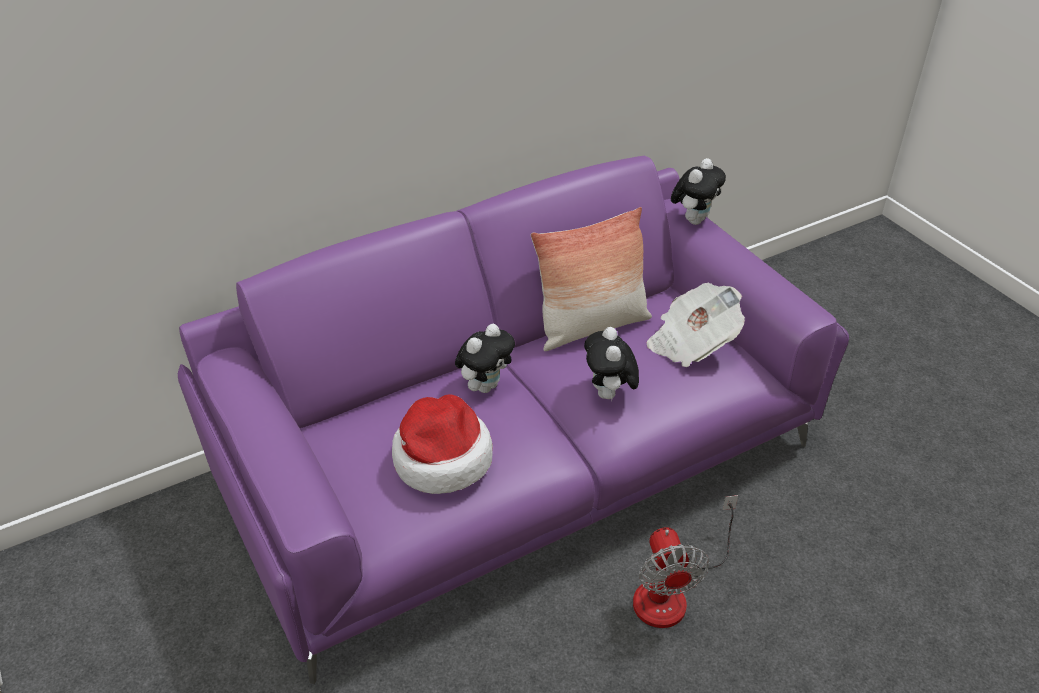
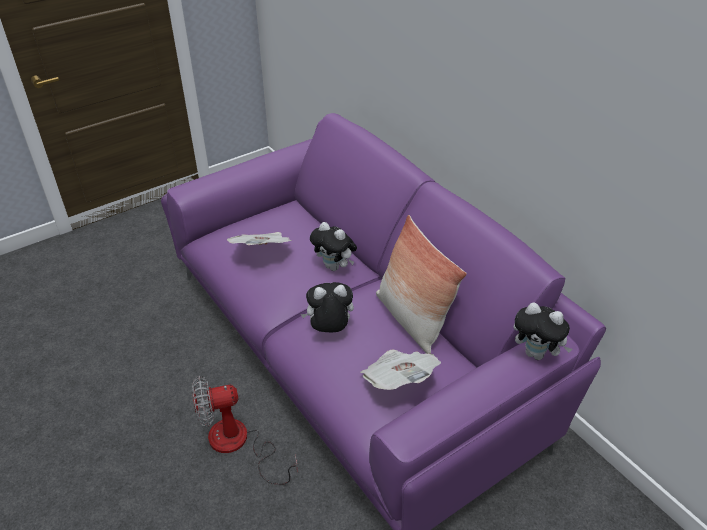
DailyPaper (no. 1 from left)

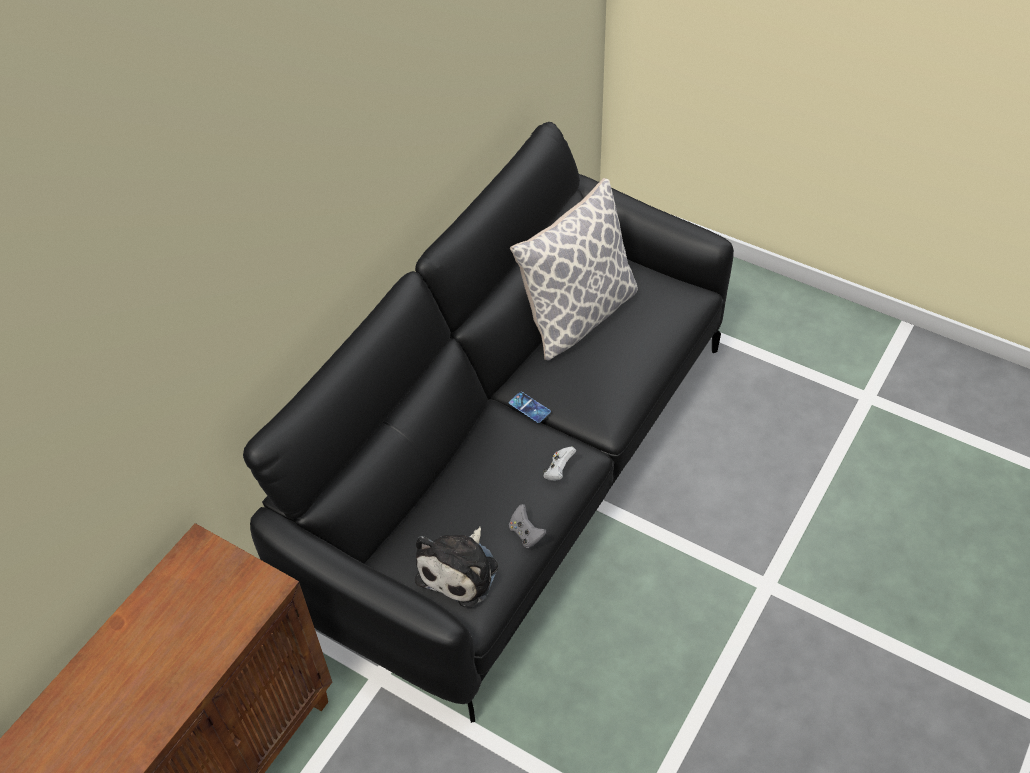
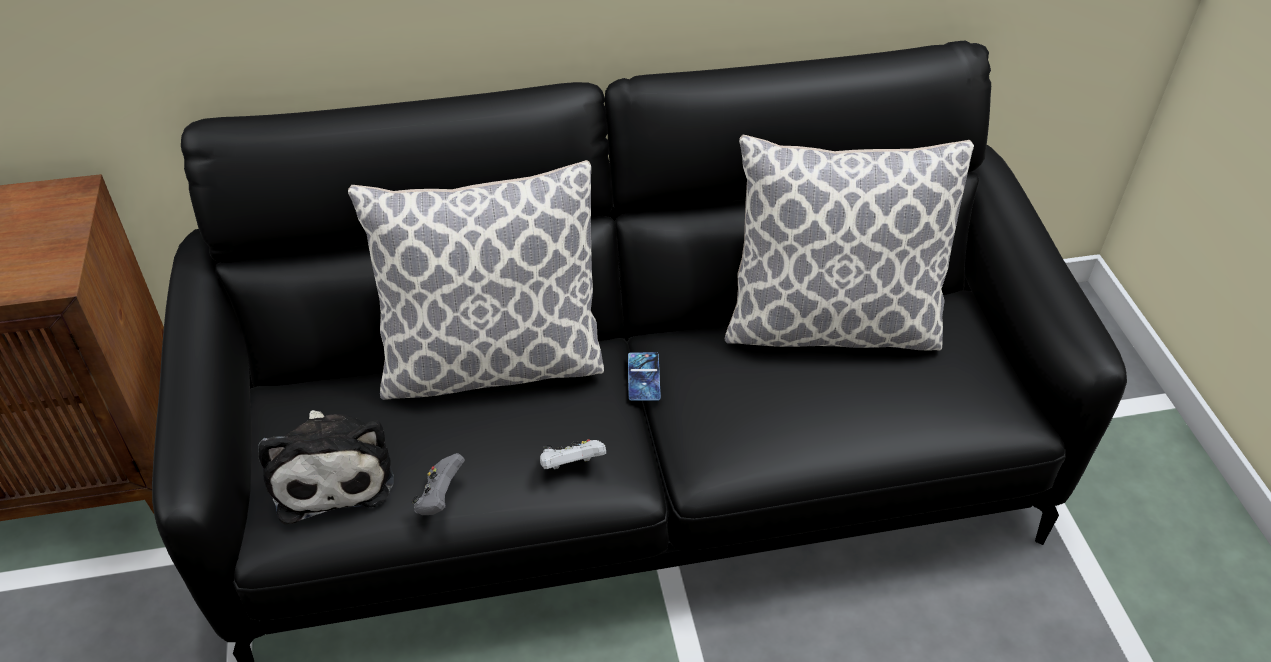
Cushion (no. 1 from left); SoftToy

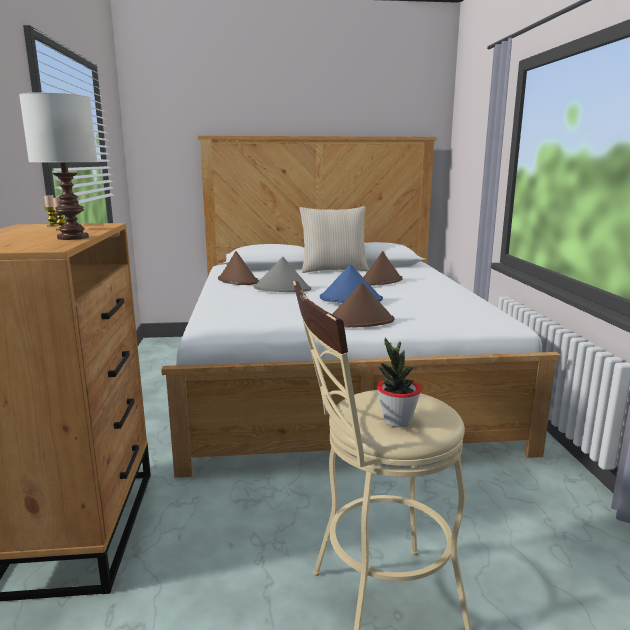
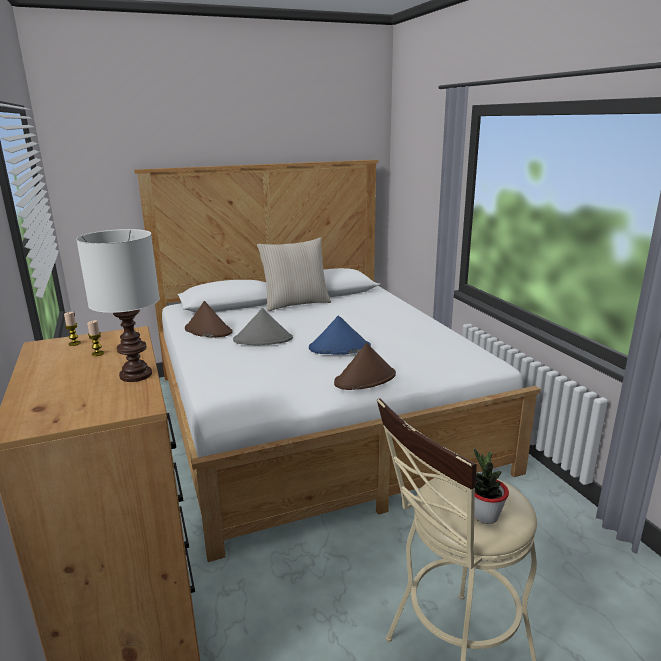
BrownishWearableHat (no. 3 from left in the first image)

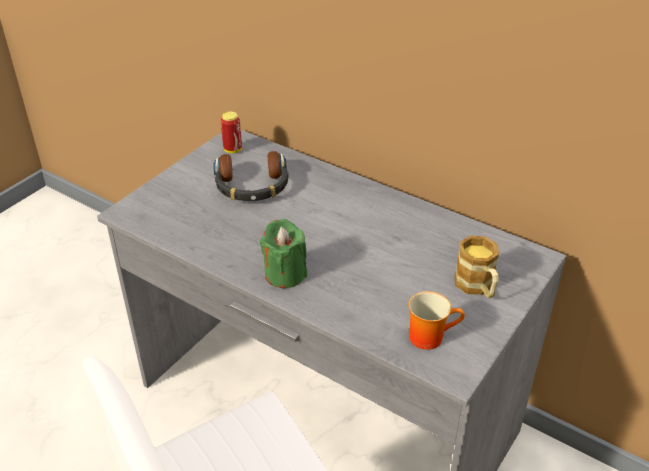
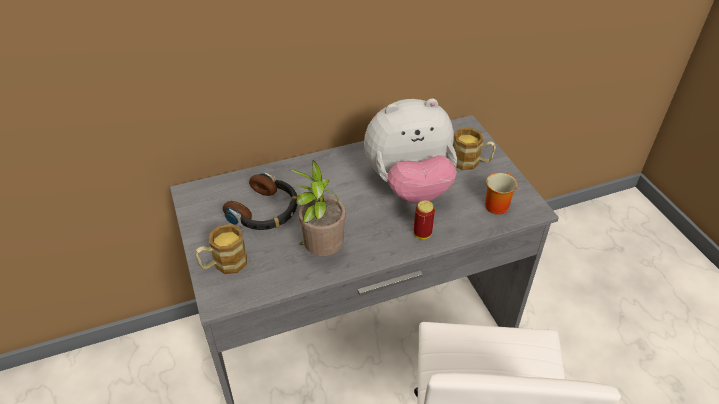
GreenWaxCandle; Mug (no. 1 from left); Houseplant; SoftToy; SealedCan

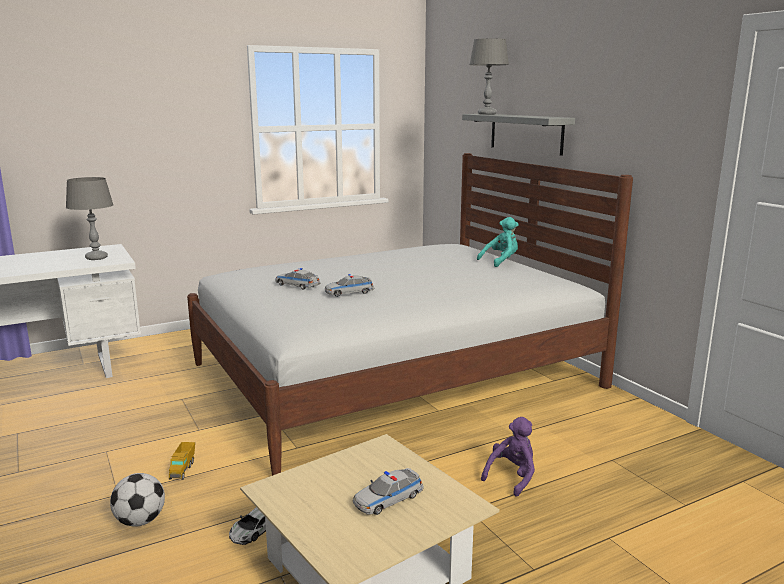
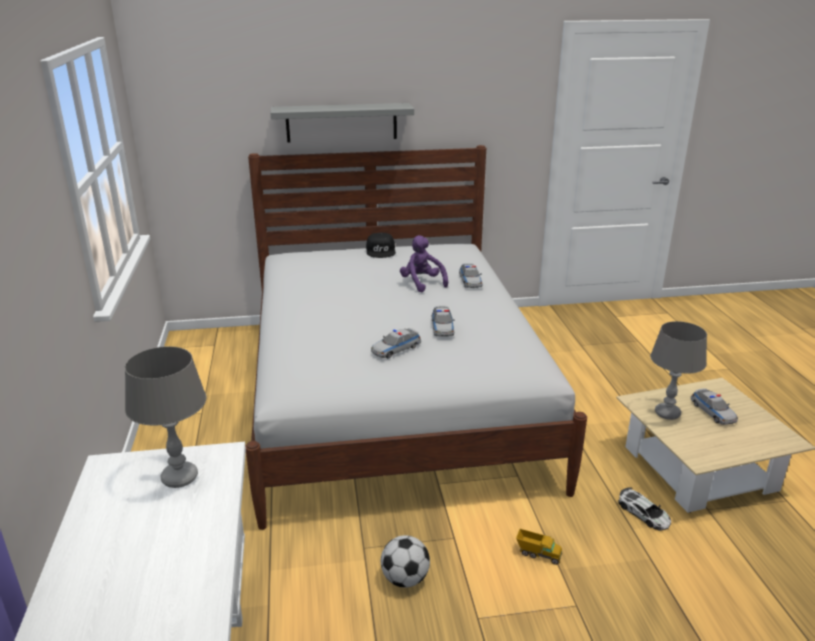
ModelCar (no. 3 from left); Football; GreyishLampForATable (no. 2 from left); PurplishSoftToy; BlackColouredPeakedCap

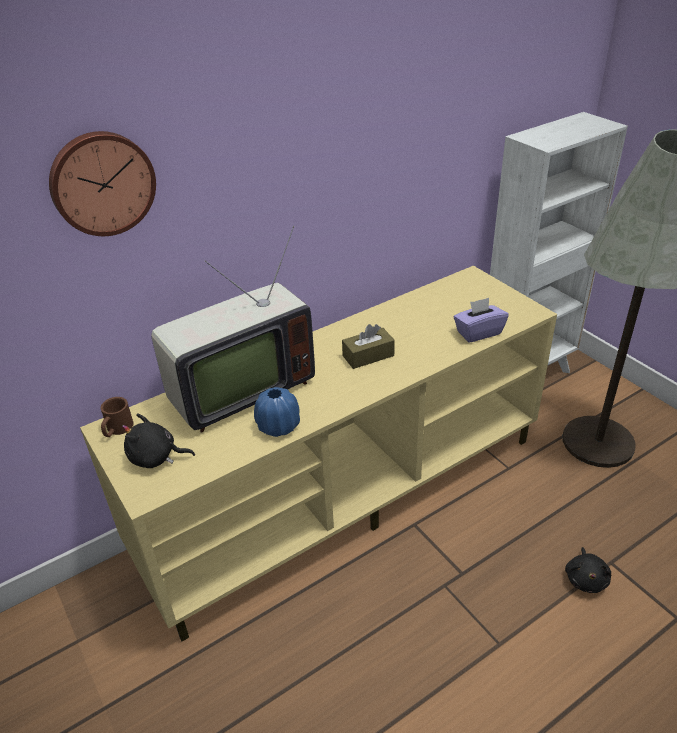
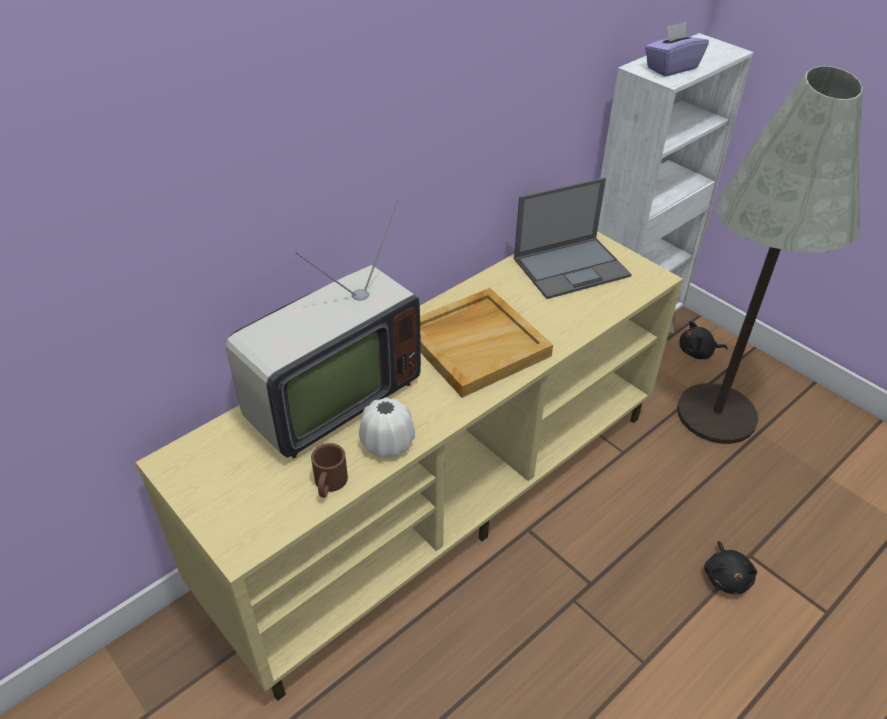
ClockOnTheWall; PortableComputer; BrownishMug; BlackColouredSoftToy (no. 1 from left); PurplishTissueHolder; SandColouredTray; WhiteDecorativeVase

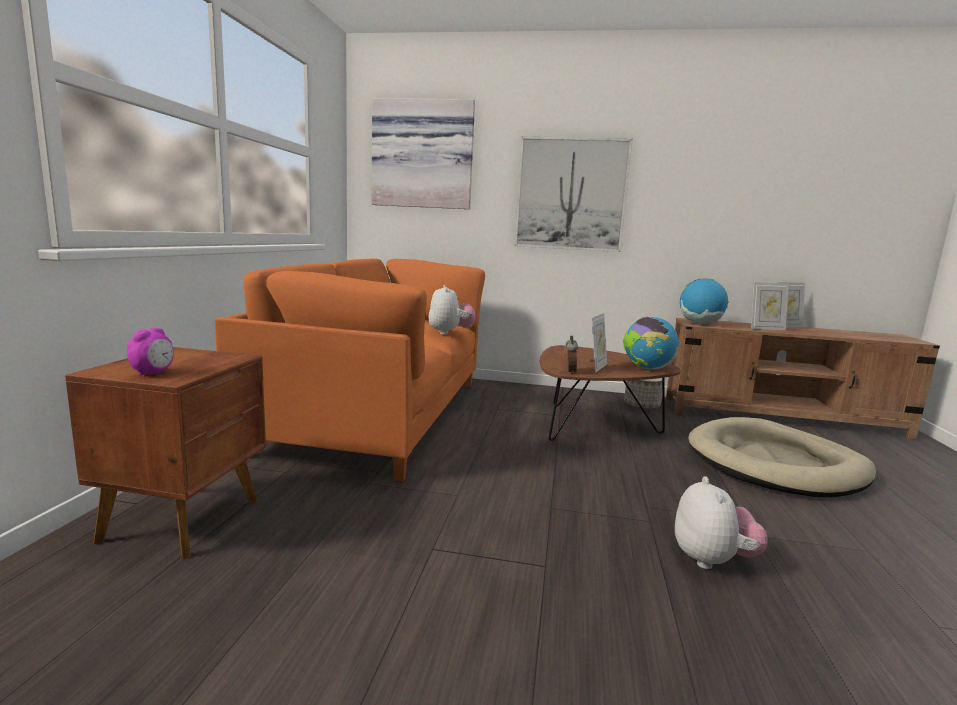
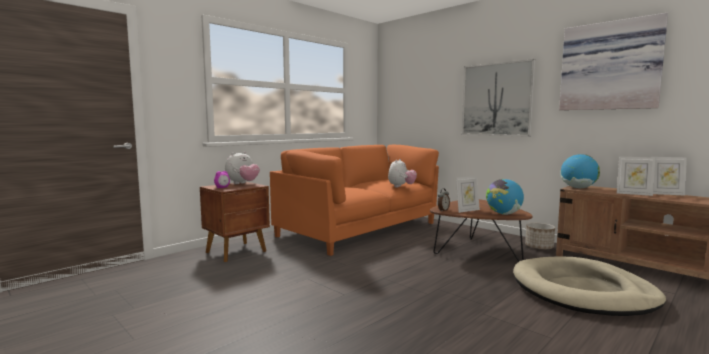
Picture (no. 2 from left); SoftToy (no. 1 from left)

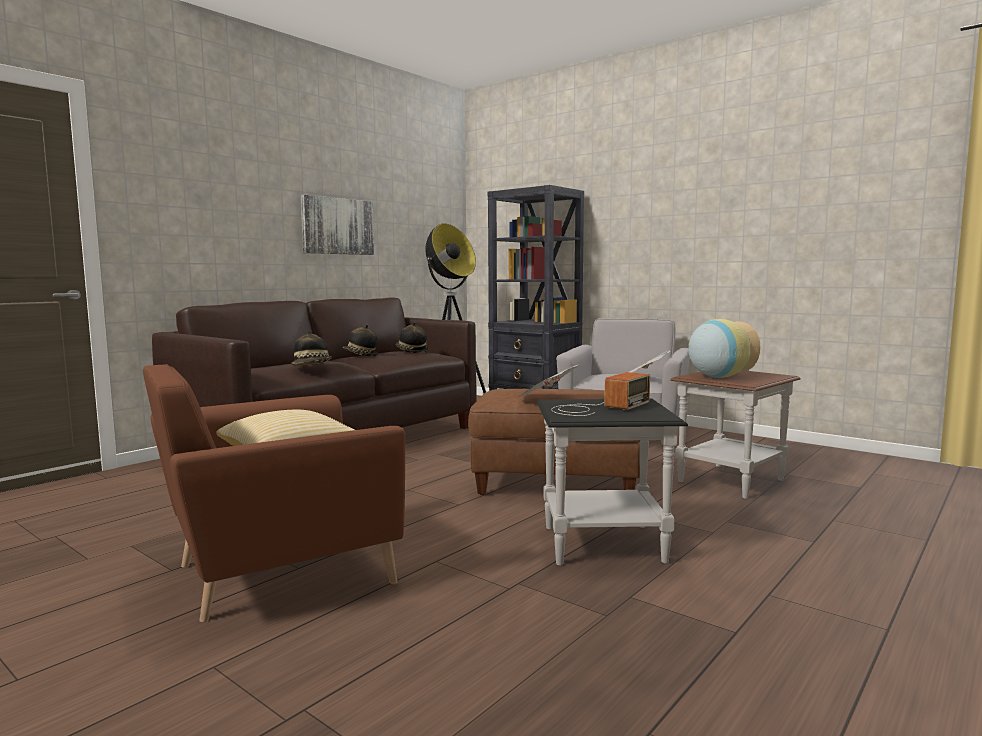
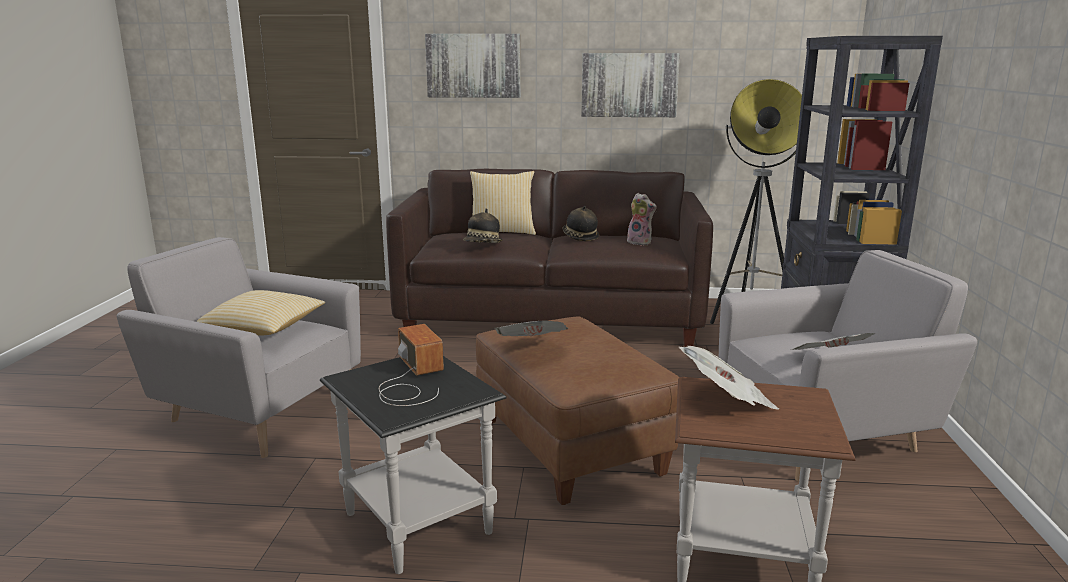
Picture (no. 1 from left); Cushion (no. 2 from left); SoftToy; DailyPaper (no. 2 from left); GreyishLoungeChair (no. 1 from left); RadioSet

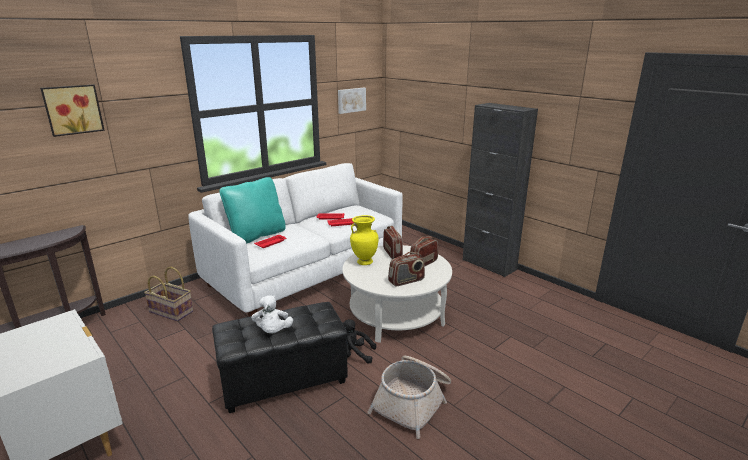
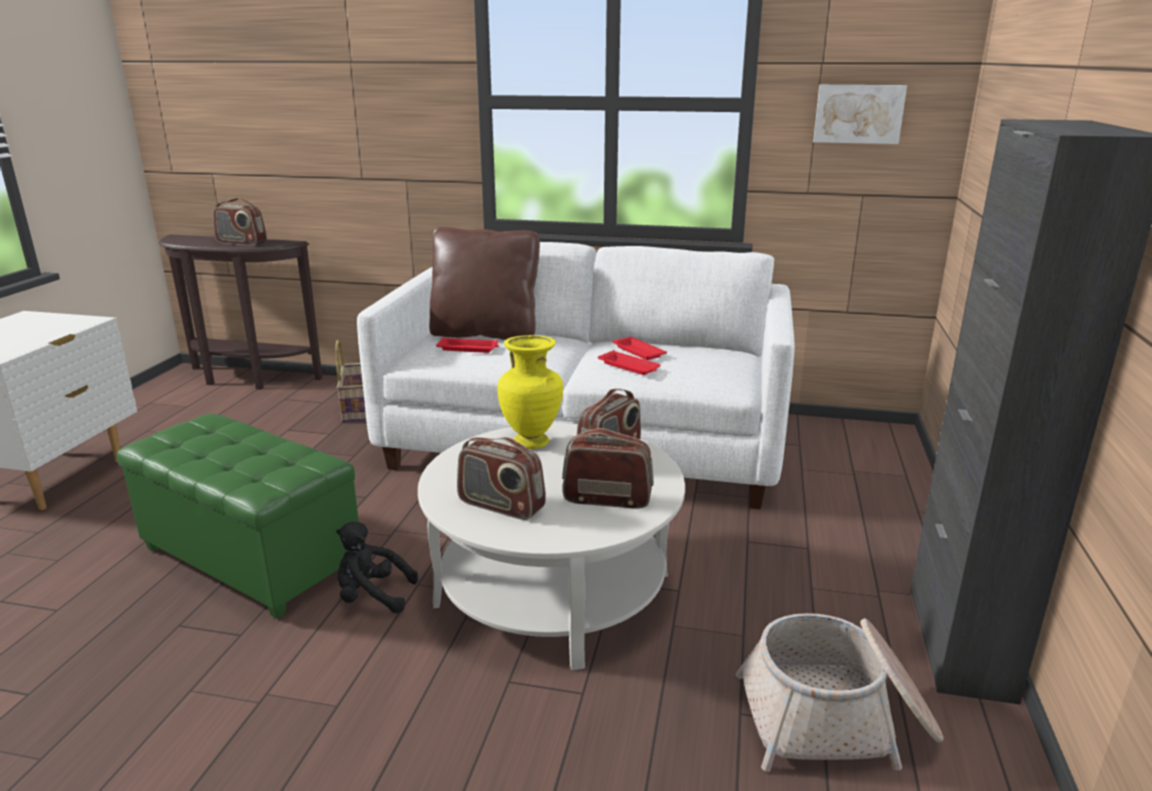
Picture (no. 1 from left in the first image); WhiteSoftToy; RadioSet (no. 1 from left); StorageBasket (no. 2 from left); GreenFootrest; BrownishCushion; BlackColouredSoftToy

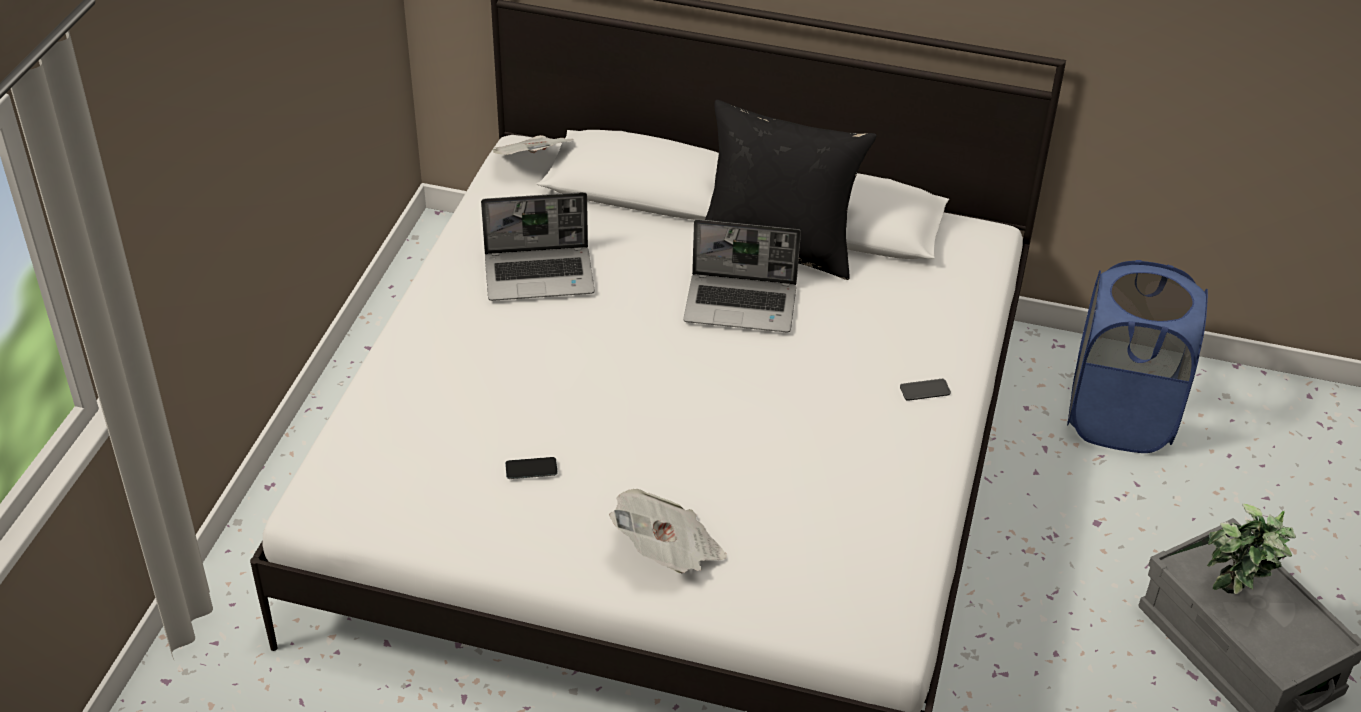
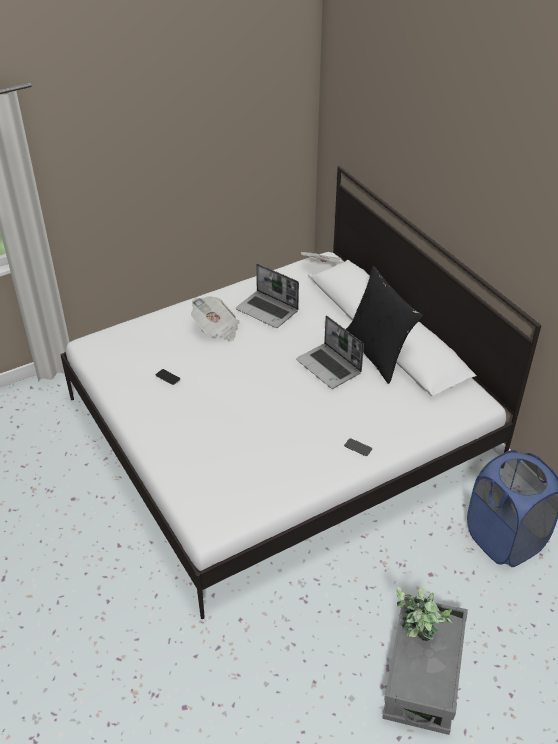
DailyPaper (no. 1 from left)

